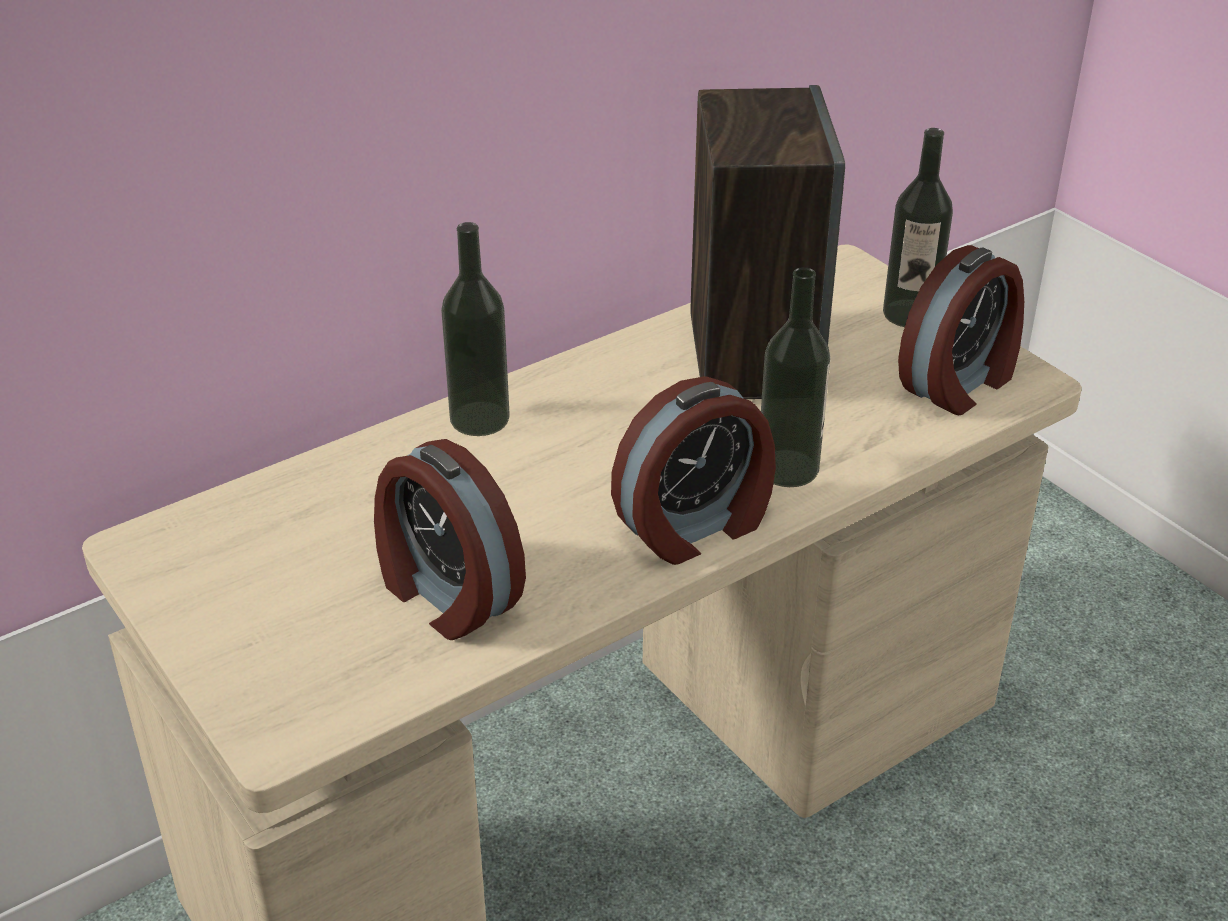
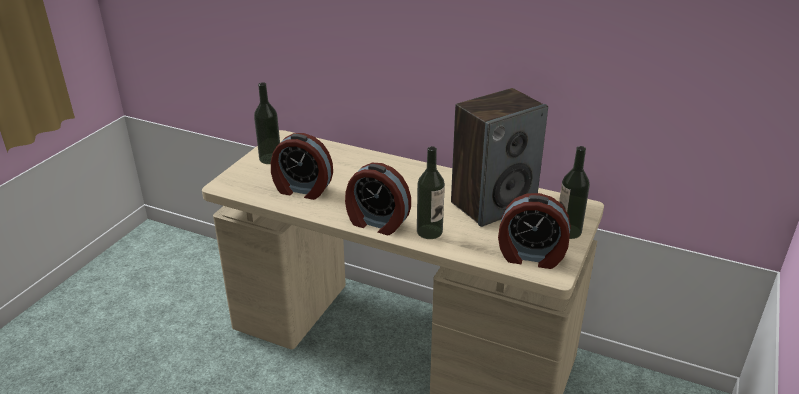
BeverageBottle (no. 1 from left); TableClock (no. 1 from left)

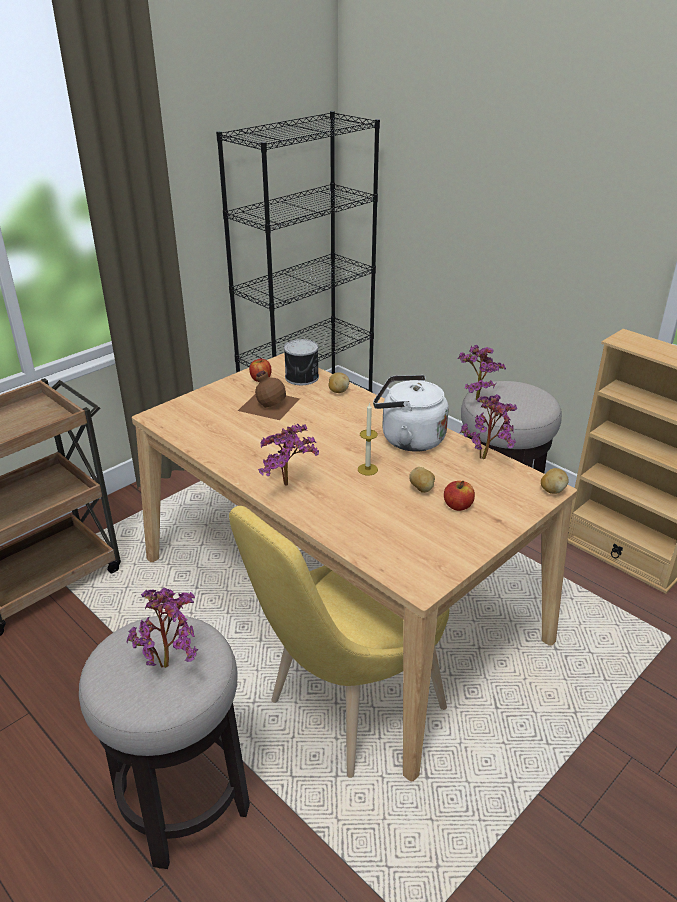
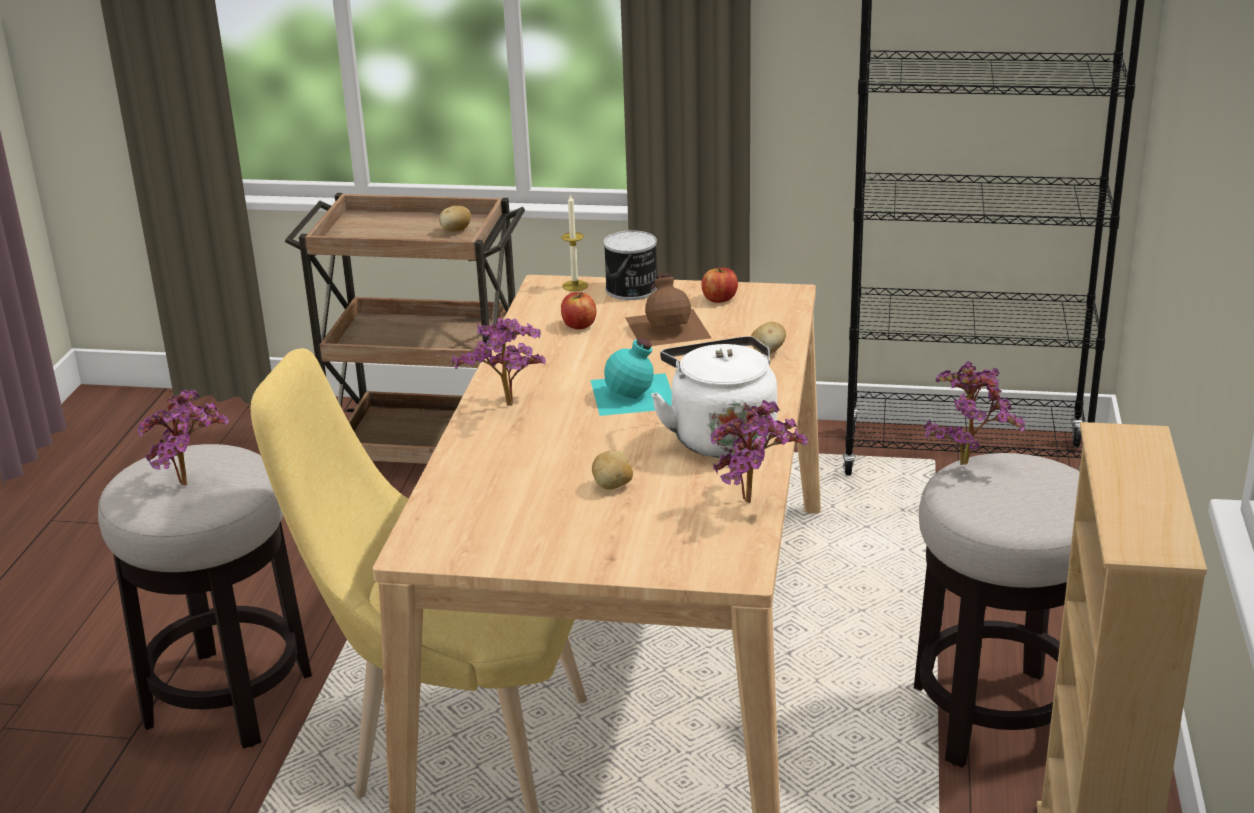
TurquoiseBeverageBottle; SealedCan; WaxCandle; AppleFruit (no. 1 from left); Spud (no. 1 from left)

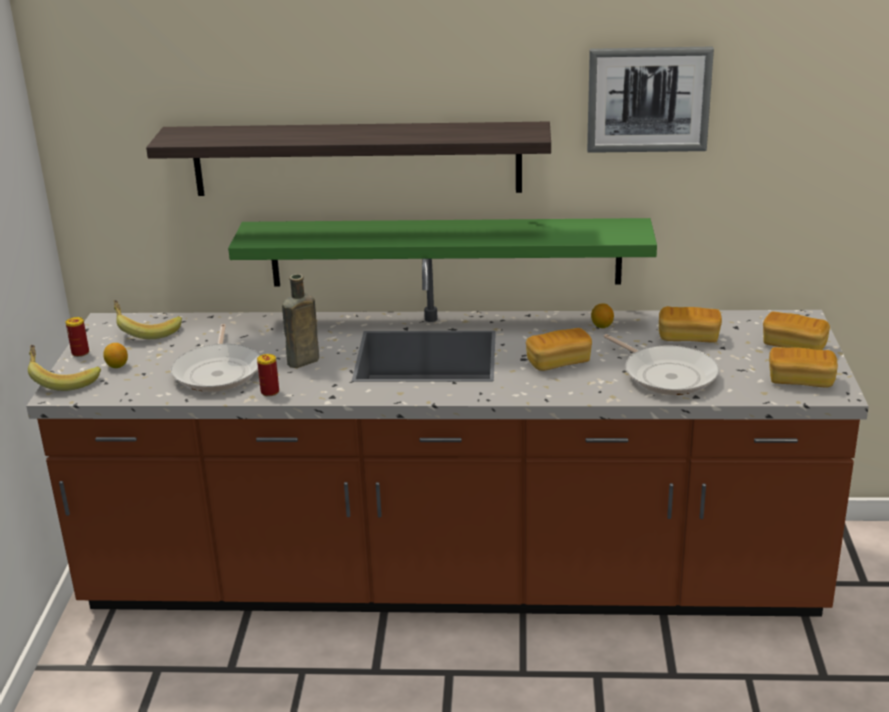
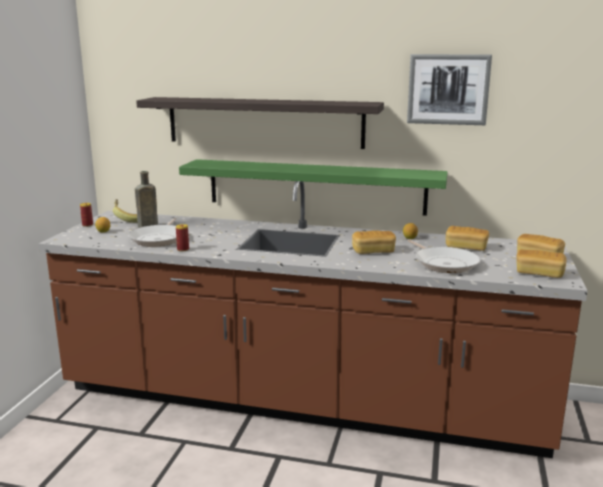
Banana (no. 1 from left in the first image); BrownishBeverageBottle

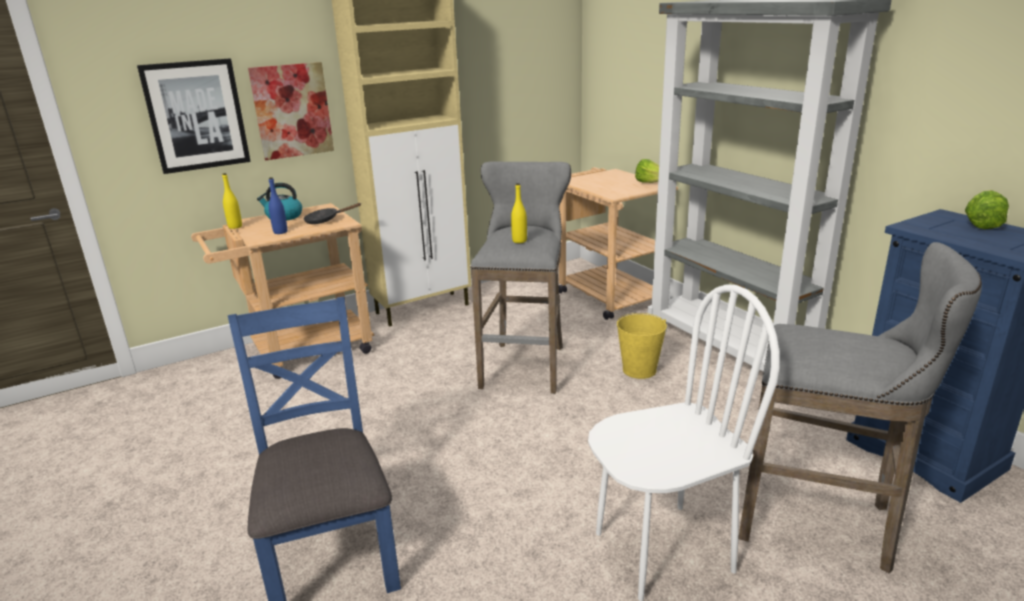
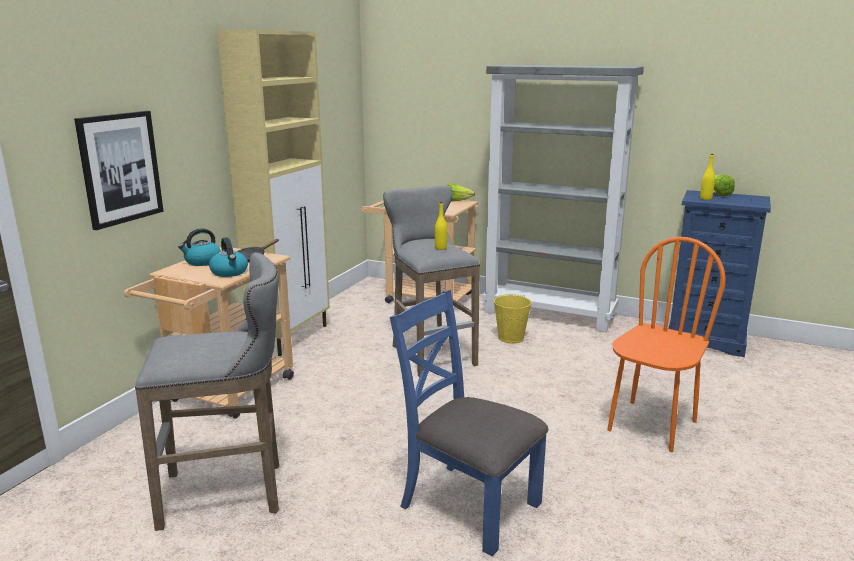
Picture (no. 2 from left in the first image); YellowColouredBeverageBottle (no. 2 from left); GreyishStoolSeat (no. 1 from left); WaterKettle (no. 2 from left); OrangeColouredPlainChair

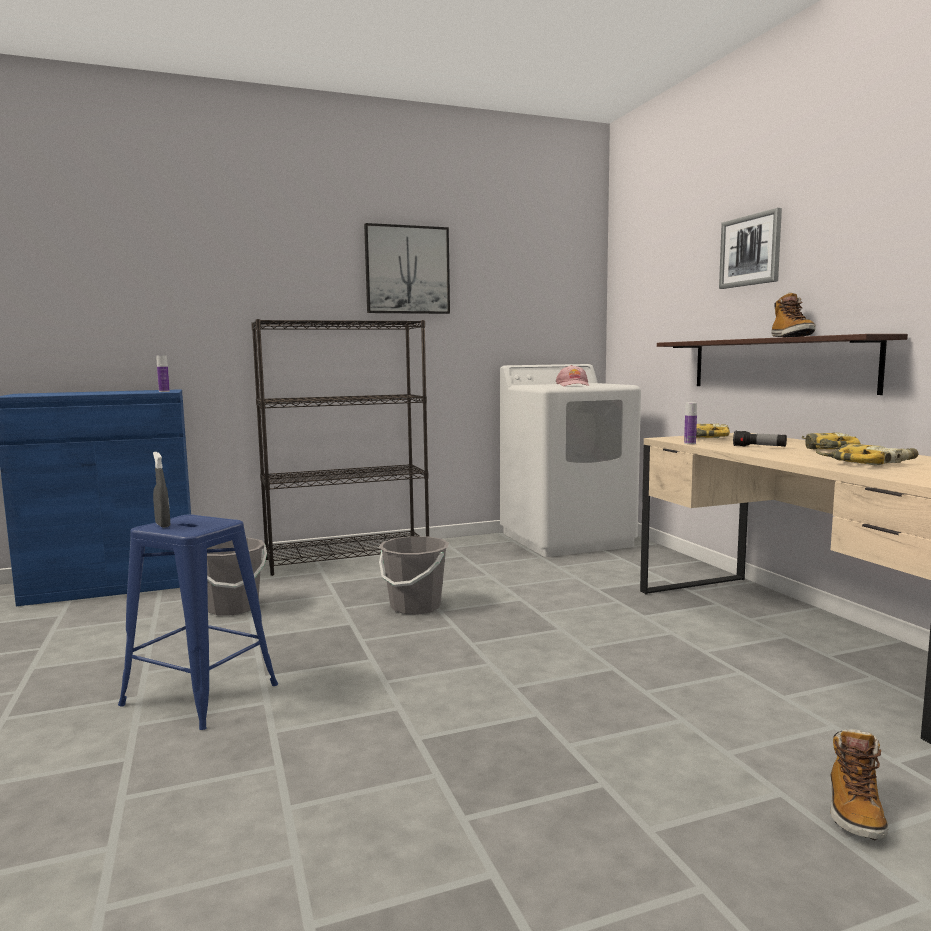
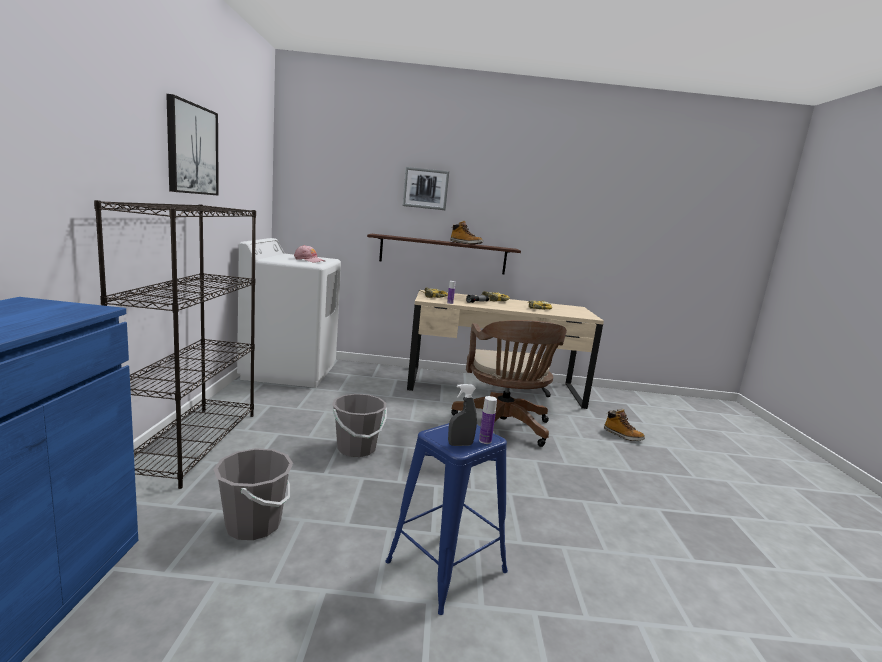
BrownishOfficeChair; BeverageBottle (no. 2 from left)

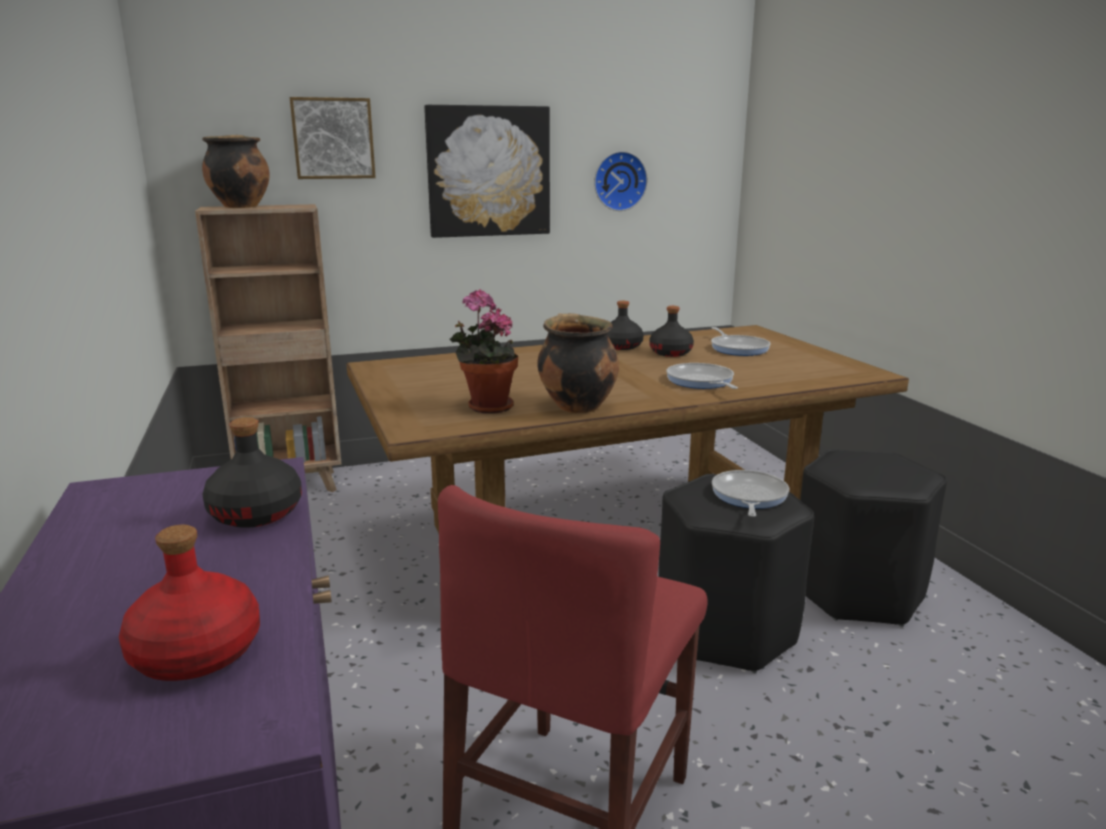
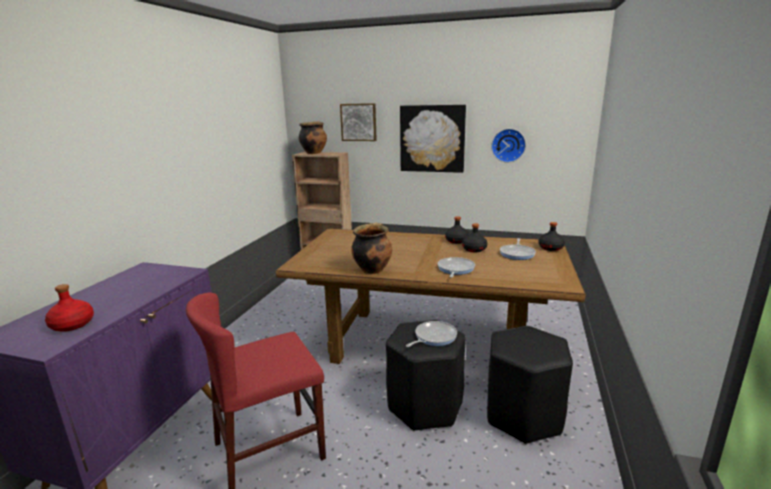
Houseplant; BlackColouredBeverageBottle (no. 3 from left)

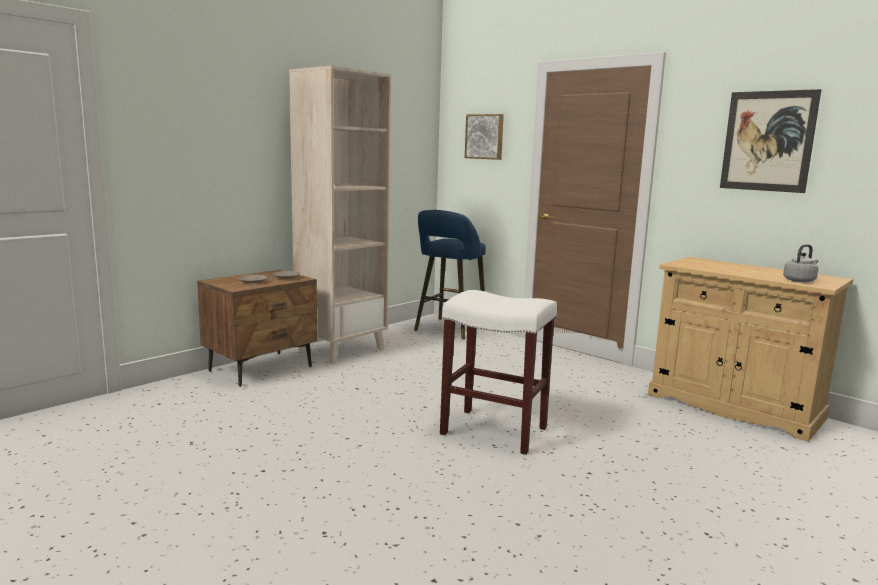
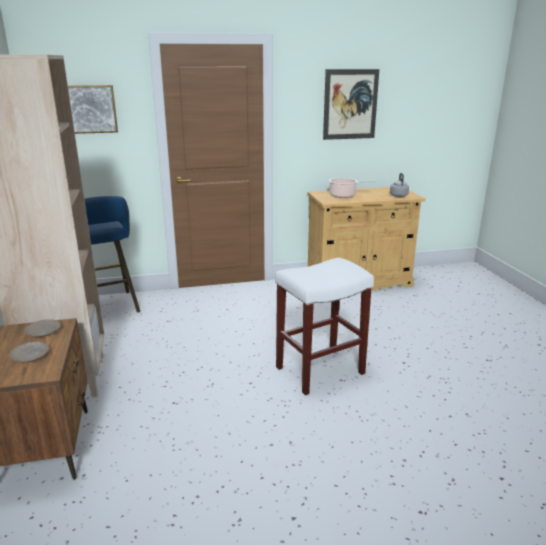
Stockpot

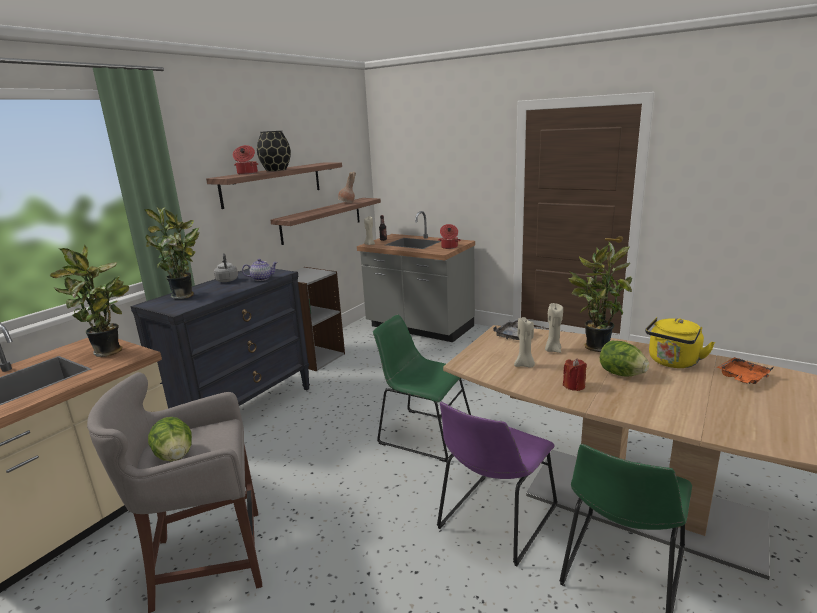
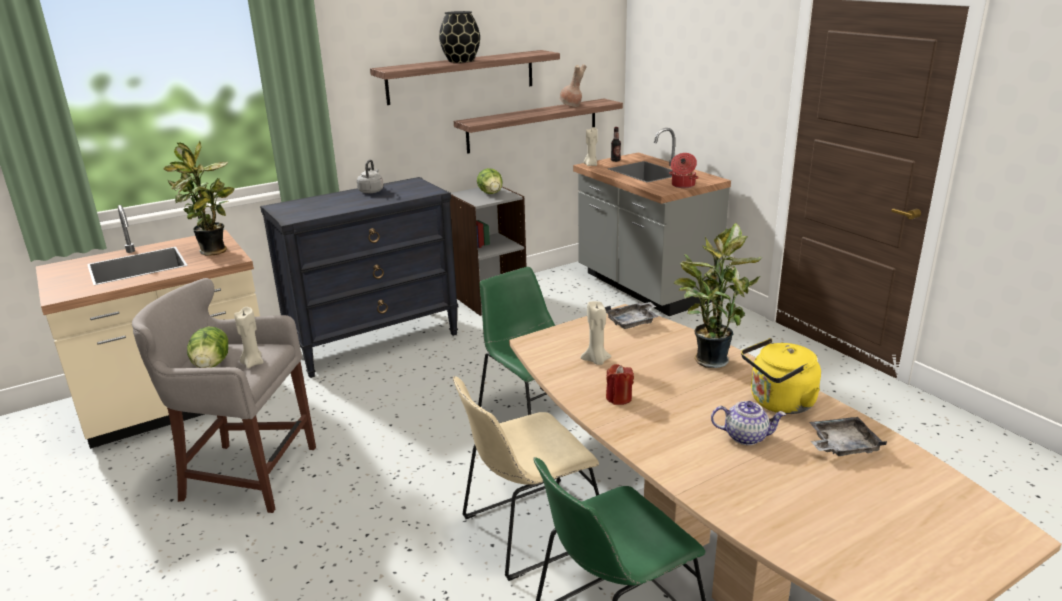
Houseplant (no. 2 from left in the first image); Stockpot (no. 1 from left in the first image); TeaPot; SandColouredWaxCandle (no. 1 from left); Lettuce (no. 2 from left); SandColouredPlainChair; GreyishTray (no. 2 from left)

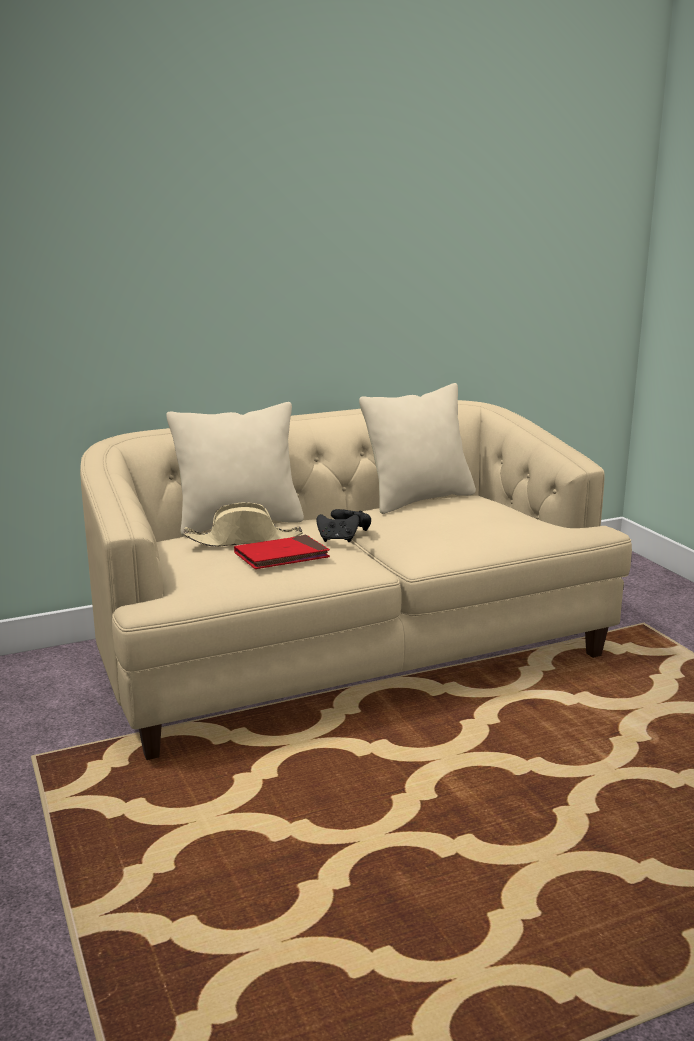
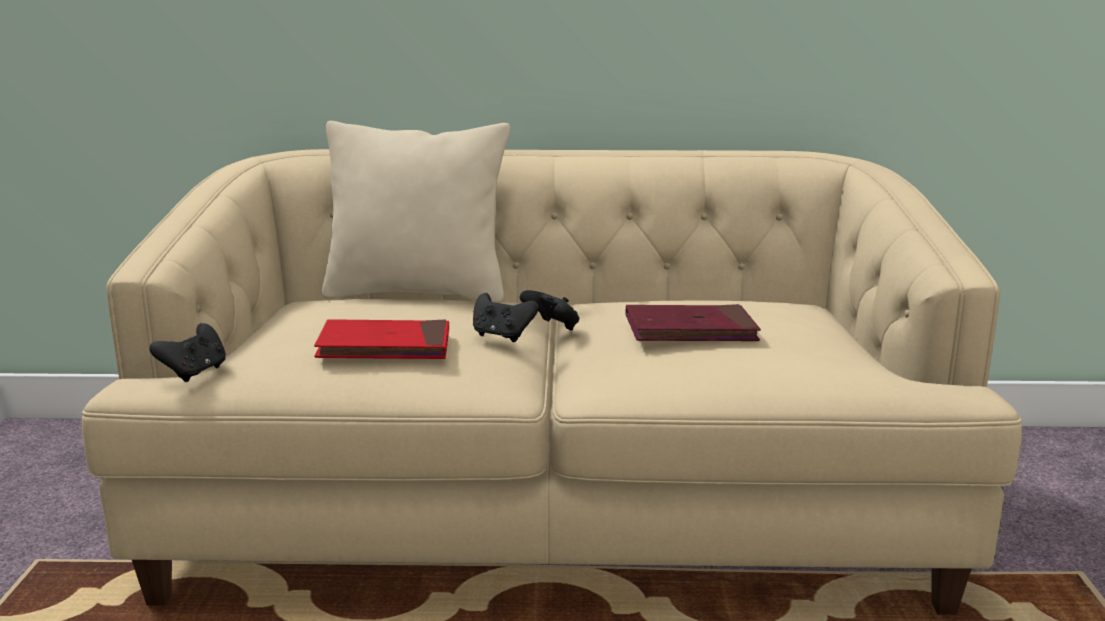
SandColouredWearableHat; SandColouredCushion (no. 2 from left in the first image); BlackColouredJoypad (no. 1 from left); RedColouredBook (no. 2 from left)

